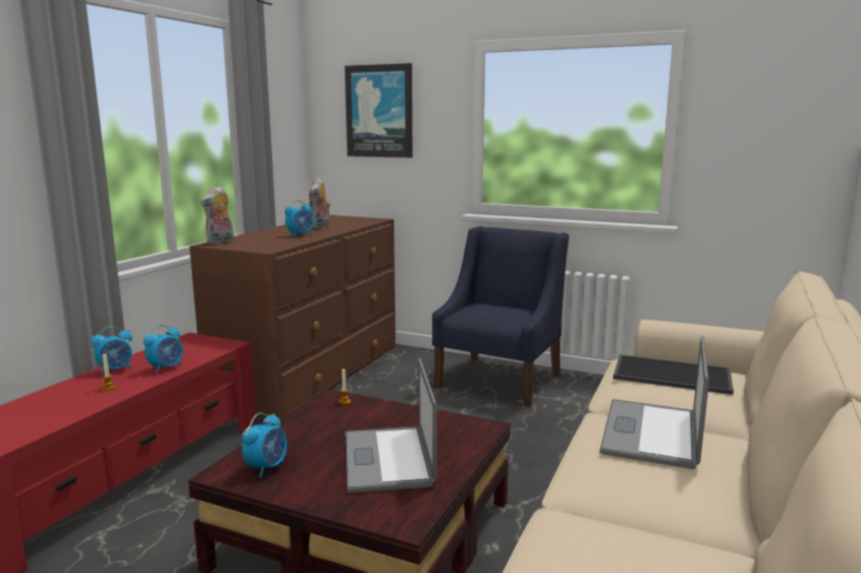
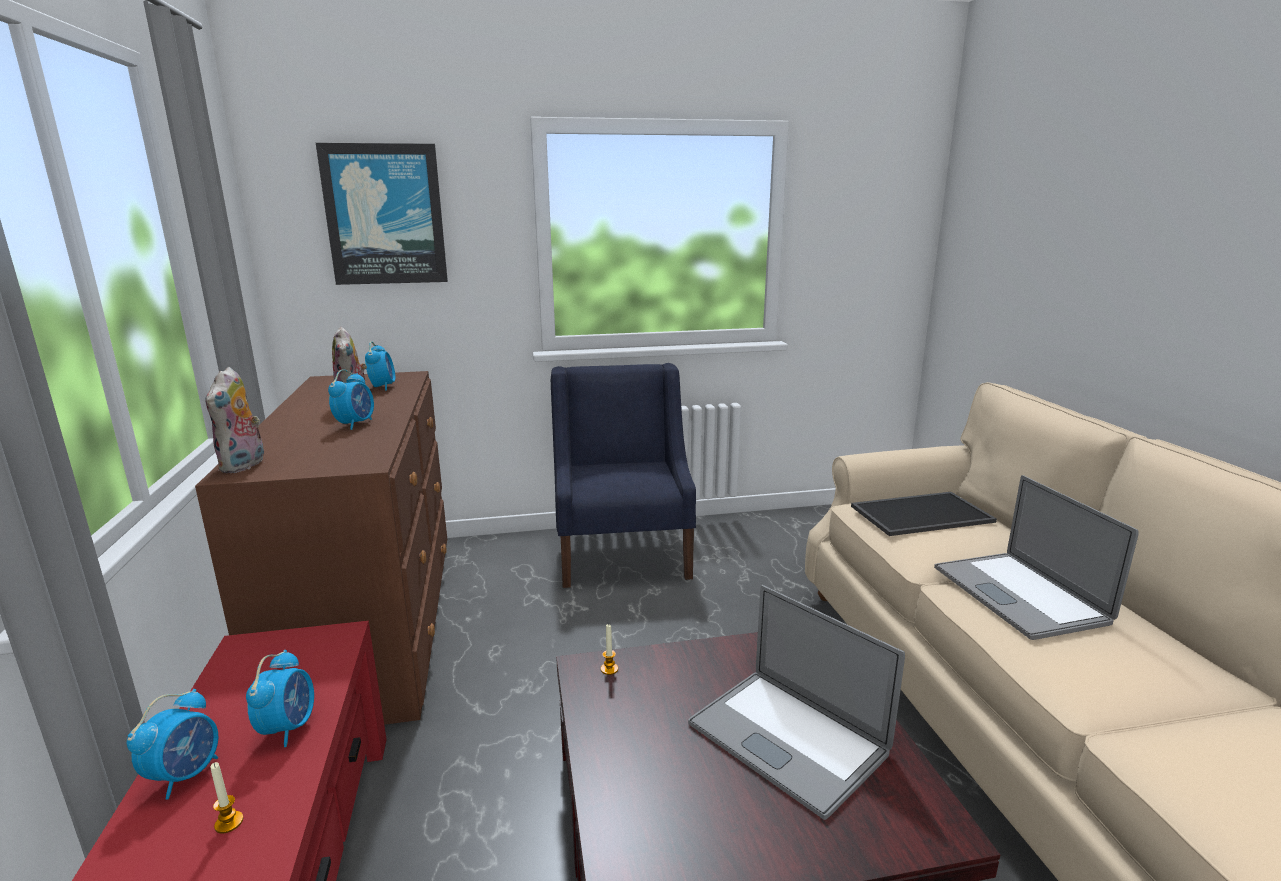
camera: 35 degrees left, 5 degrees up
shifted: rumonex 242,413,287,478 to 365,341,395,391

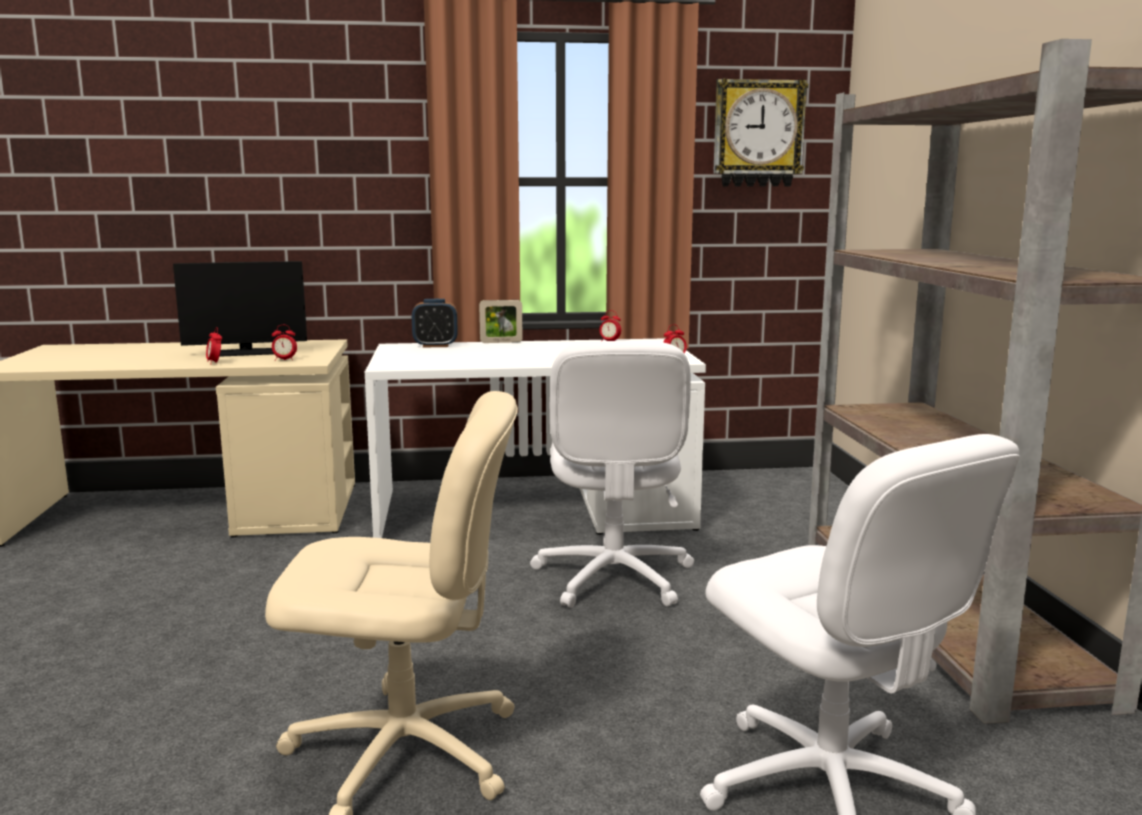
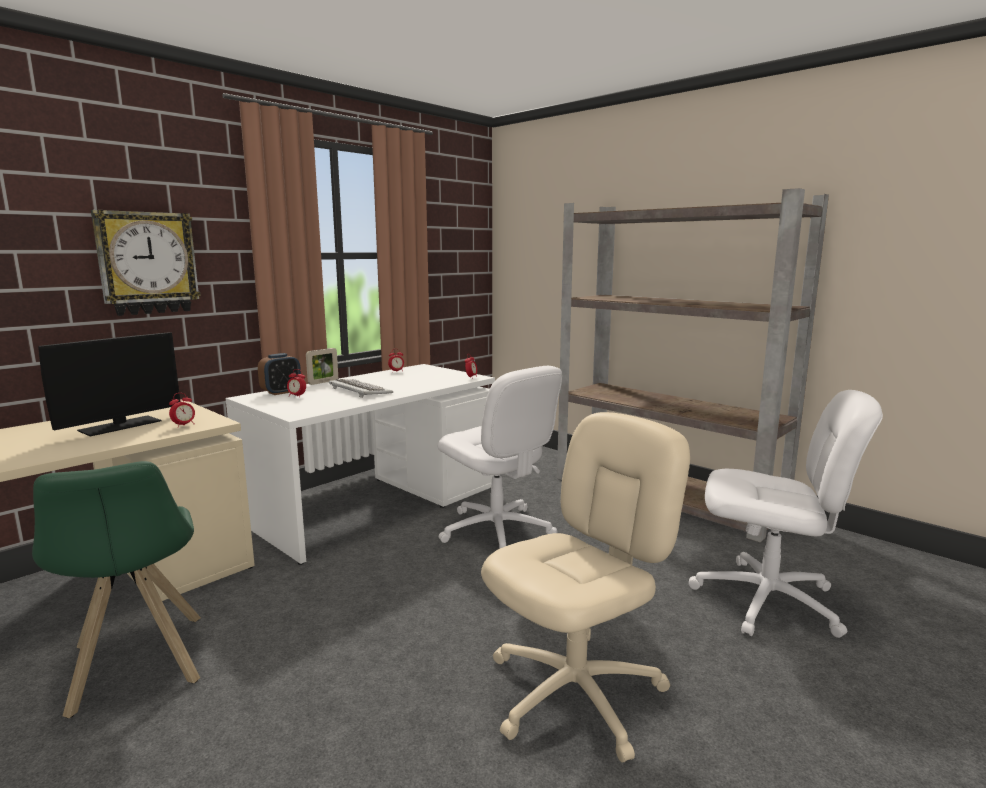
camera: 40 degrees left, 0 degrees up
new: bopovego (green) 32,461,201,718; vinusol 329,379,393,398
shifted: rumonex 206,327,222,362 to 287,369,306,398; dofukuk 713,78,808,187 to 91,210,201,316

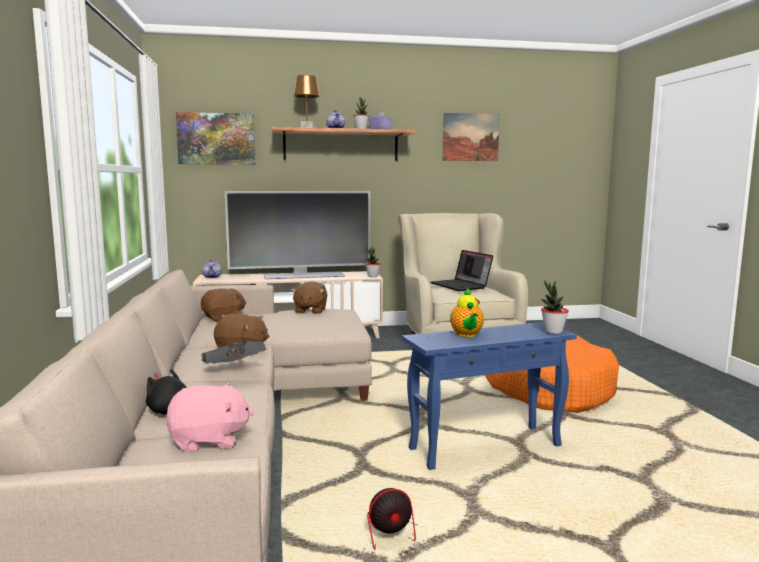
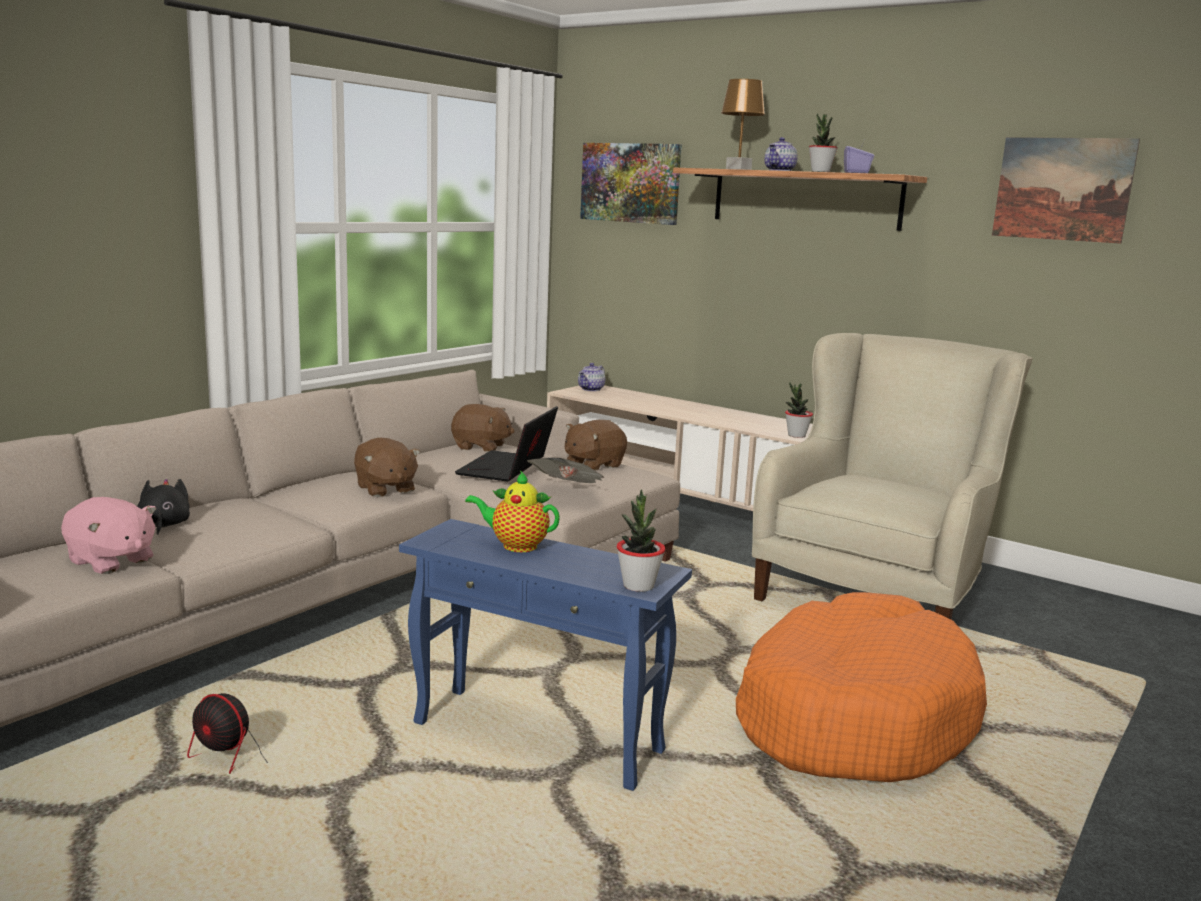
camera: 45 degrees right, 5 degrees up
gone: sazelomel 225,191,370,279
shifted: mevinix 201,341,266,364 to 527,458,604,483; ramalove 430,250,493,291 to 455,406,558,481
rotated: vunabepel 450,288,484,337 = 465,471,560,552 60 degrees clockwise

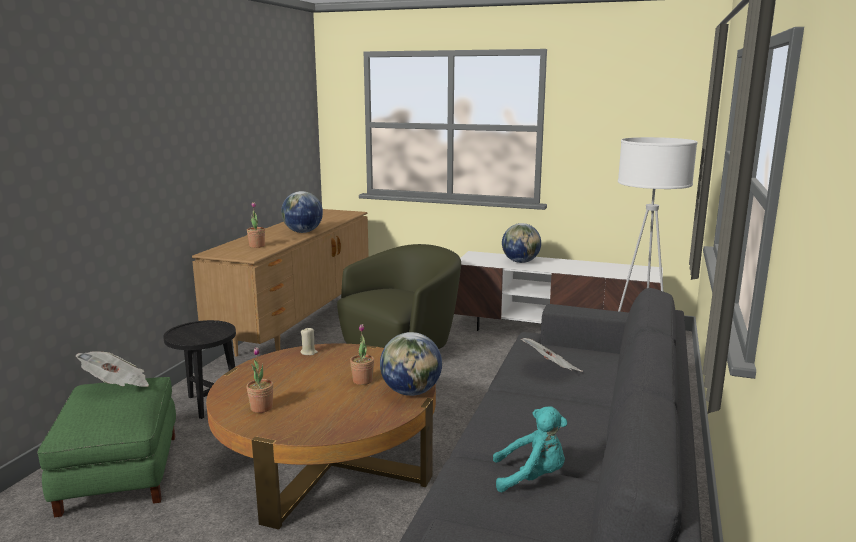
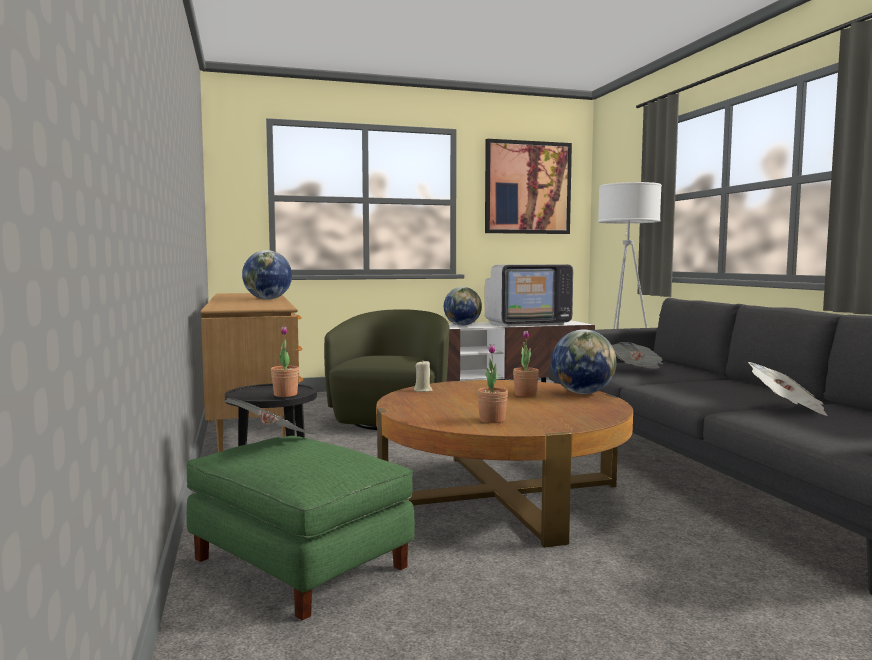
camera: 35 degrees left, 10 degrees down
new: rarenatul 485,139,572,234; sazelomel 485,264,573,327
shifted: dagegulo 247,202,265,248 to 271,327,299,397
swapped: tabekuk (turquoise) 493,406,567,492 to mevinix 748,362,827,416

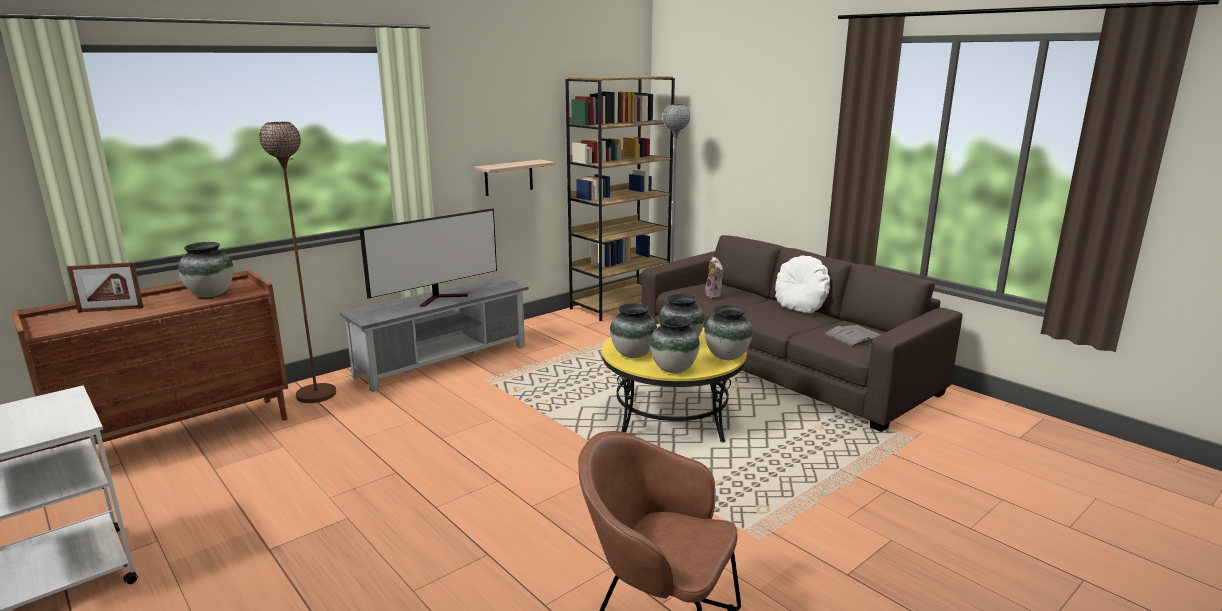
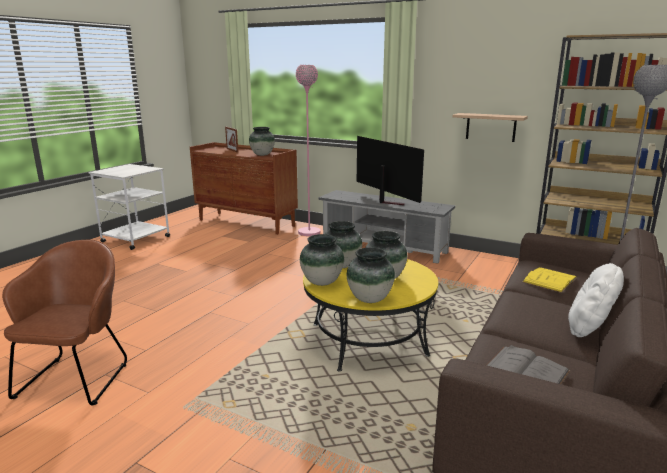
camera: 70 degrees right, 0 degrees up
swapped: tabekuk 705,257,723,298 to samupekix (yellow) 523,267,577,293
repainted: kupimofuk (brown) 259,122,336,403 to kupimofuk (pink) 296,65,321,236
rotated: sazelomel 359,208,497,307 = 357,136,424,205 150 degrees counterclockwise

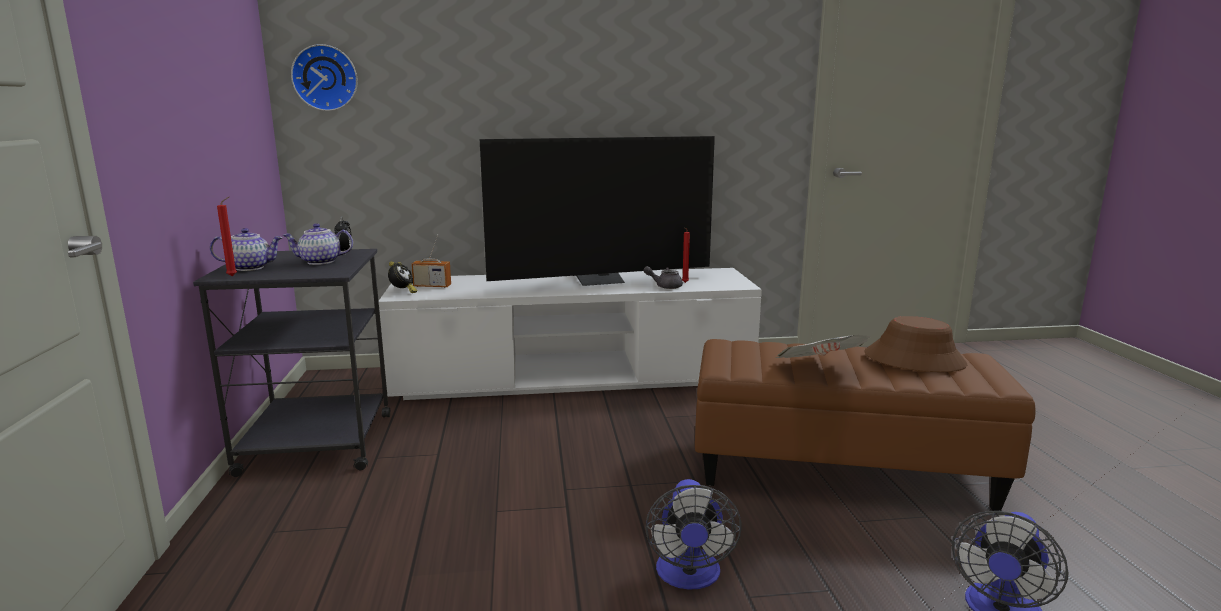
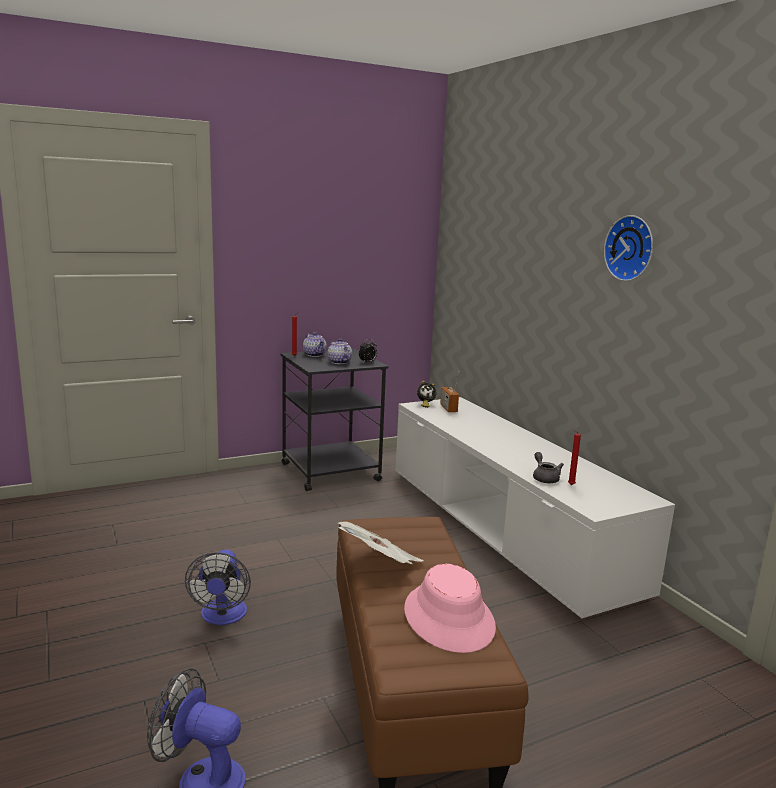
camera: 70 degrees right, 0 degrees up
gone: sazelomel 480,136,715,286
shifted: dofukuk 291,44,358,111 to 604,215,653,281
repainted: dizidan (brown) 864,316,968,372 to dizidan (pink) 404,564,496,653
rotated: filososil 645,479,742,590 = 185,550,251,625 75 degrees counterclockwise

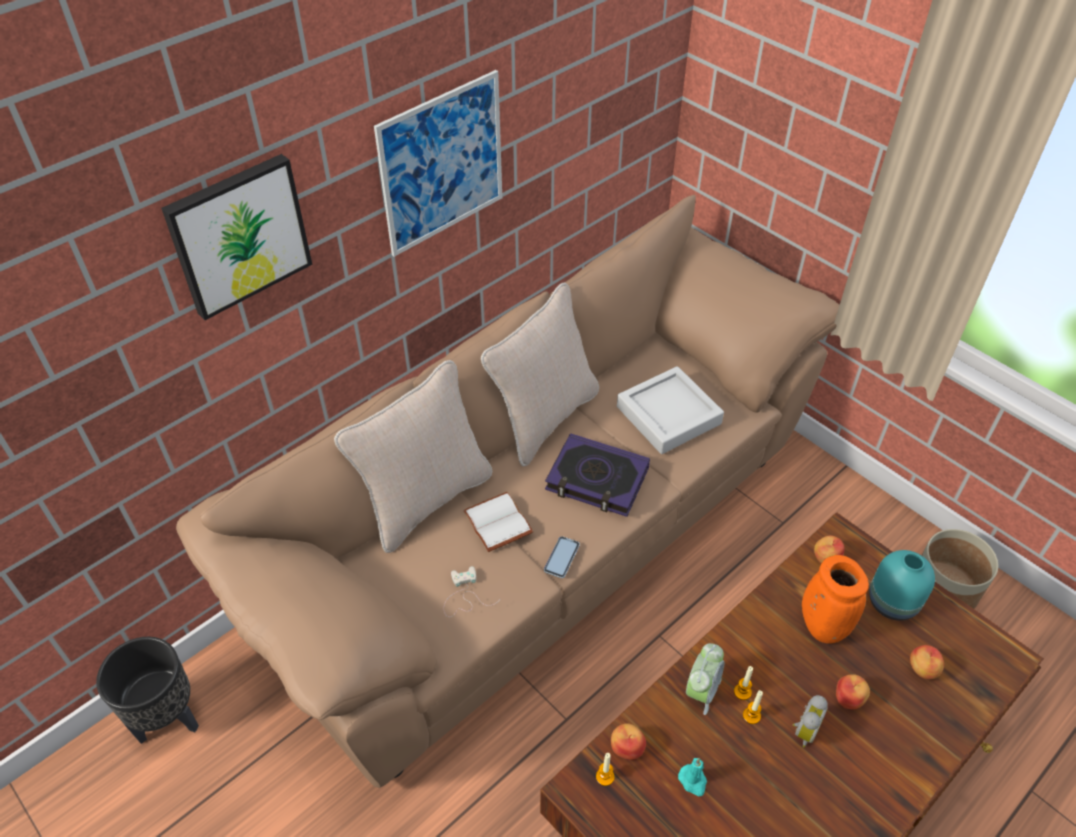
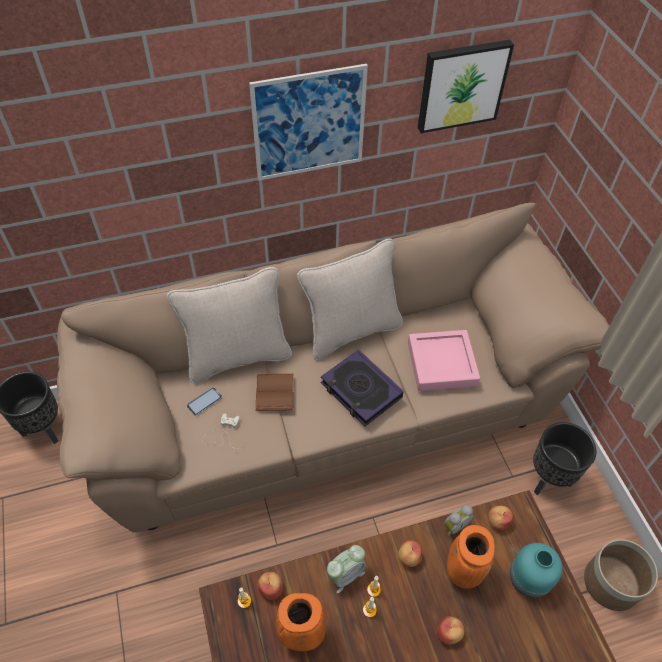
camera: 25 degrees right, 5 degrees up
new: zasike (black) 533,422,597,495
shifted: rarenatul 161,154,312,320 to 418,40,514,133; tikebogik 544,536,580,578 to 187,387,222,416; rumonex 793,695,828,747 to 444,505,474,536; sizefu 910,645,944,679 to 398,540,422,567
swapped: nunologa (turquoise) 678,758,707,796 to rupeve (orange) 275,593,326,651
repainted: samupekix (white) 463,492,533,552 to samupekix (brown) 256,374,294,411; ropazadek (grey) 617,366,724,454 to ropazadek (pink) 408,330,480,391

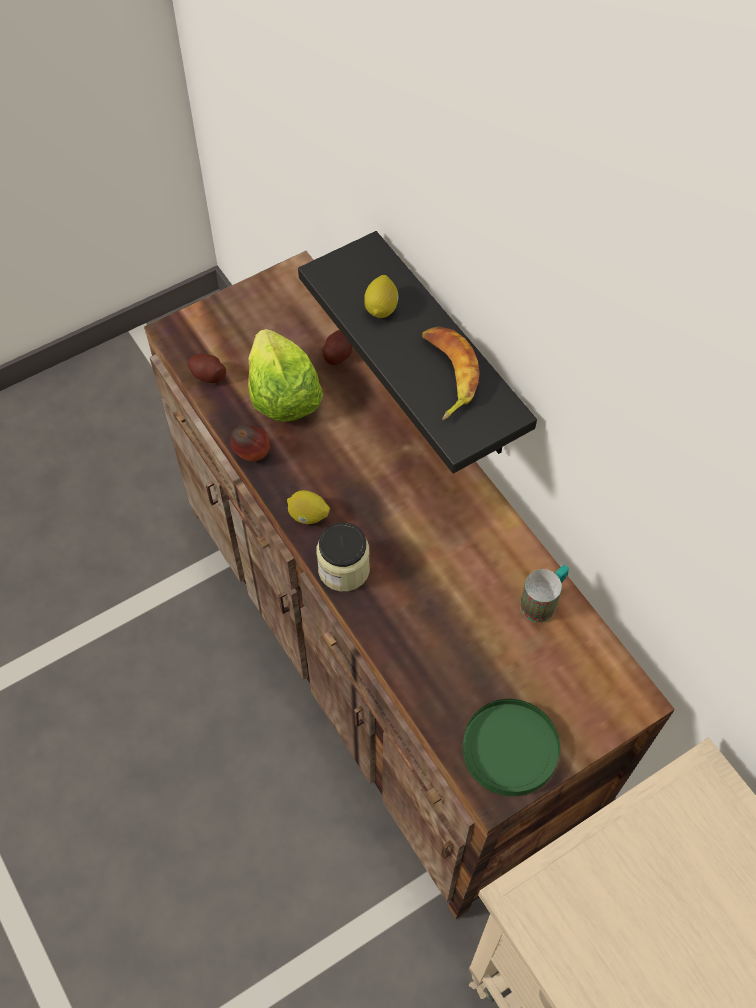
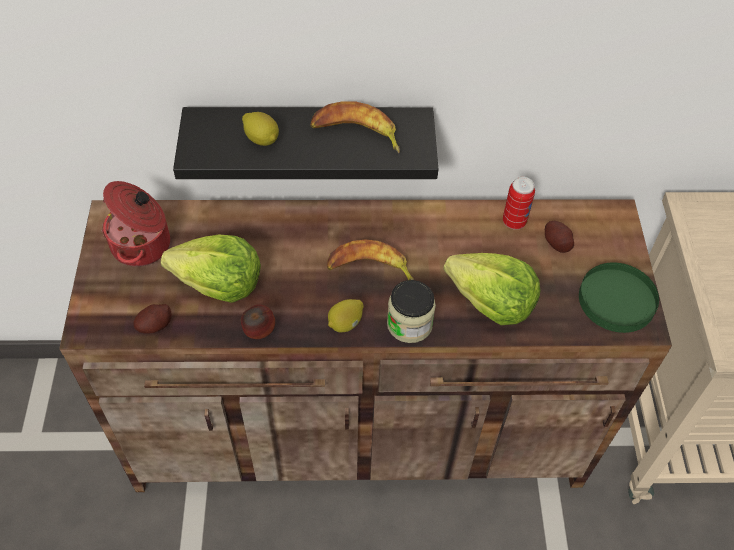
camera: 60 degrees left, 5 degrees down
new: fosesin 102,181,170,267; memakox 327,239,414,280; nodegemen 443,253,540,325
shifted: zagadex 322,330,352,365 to 545,221,574,253
swapped: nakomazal 520,565,569,622 to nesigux 503,177,535,230

